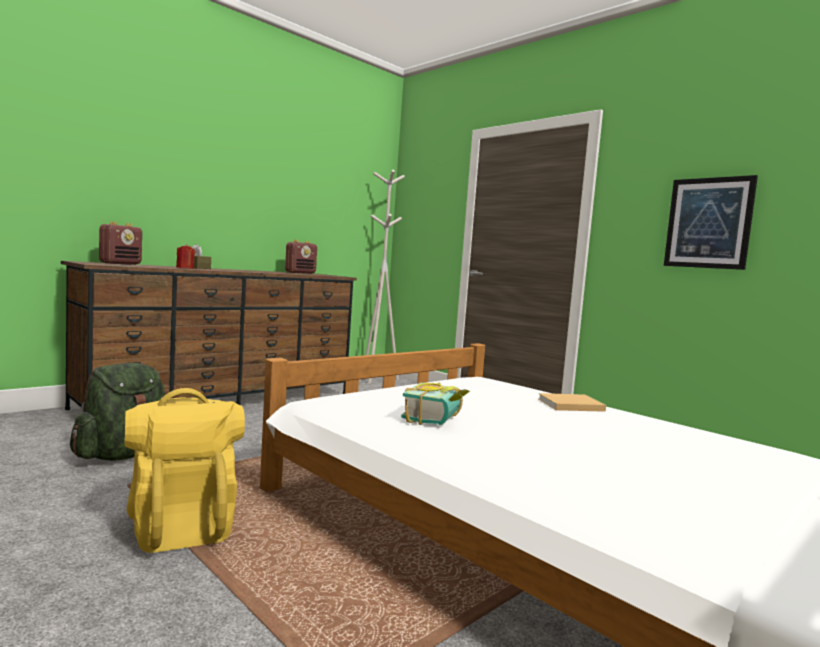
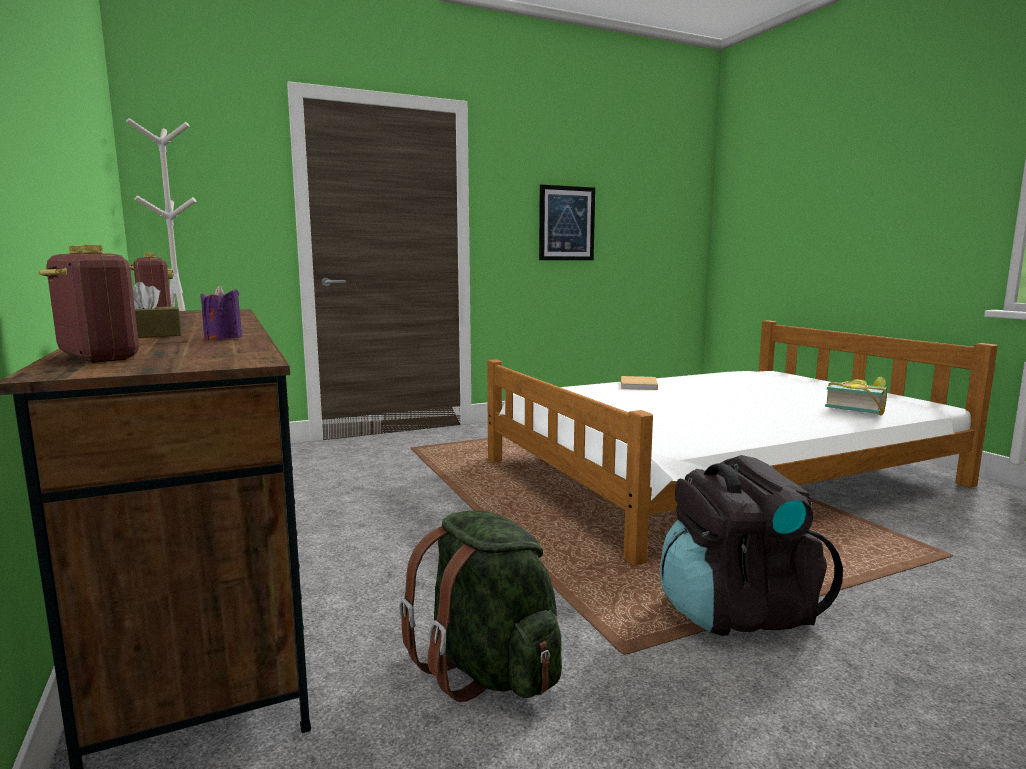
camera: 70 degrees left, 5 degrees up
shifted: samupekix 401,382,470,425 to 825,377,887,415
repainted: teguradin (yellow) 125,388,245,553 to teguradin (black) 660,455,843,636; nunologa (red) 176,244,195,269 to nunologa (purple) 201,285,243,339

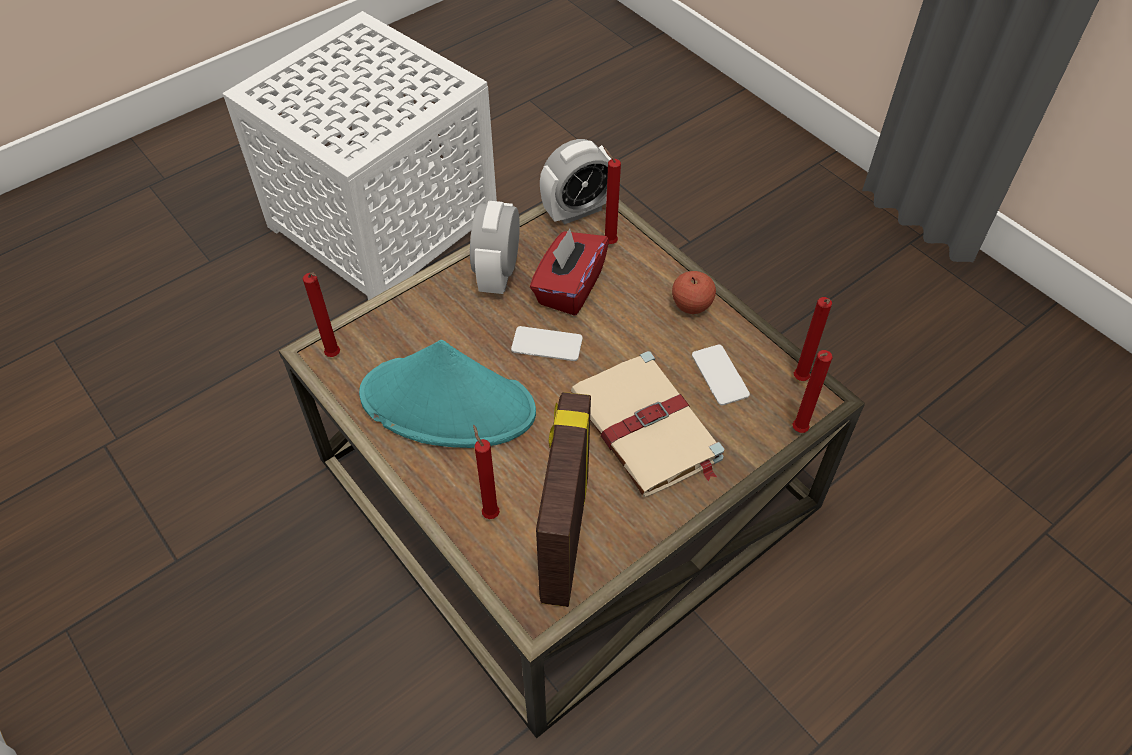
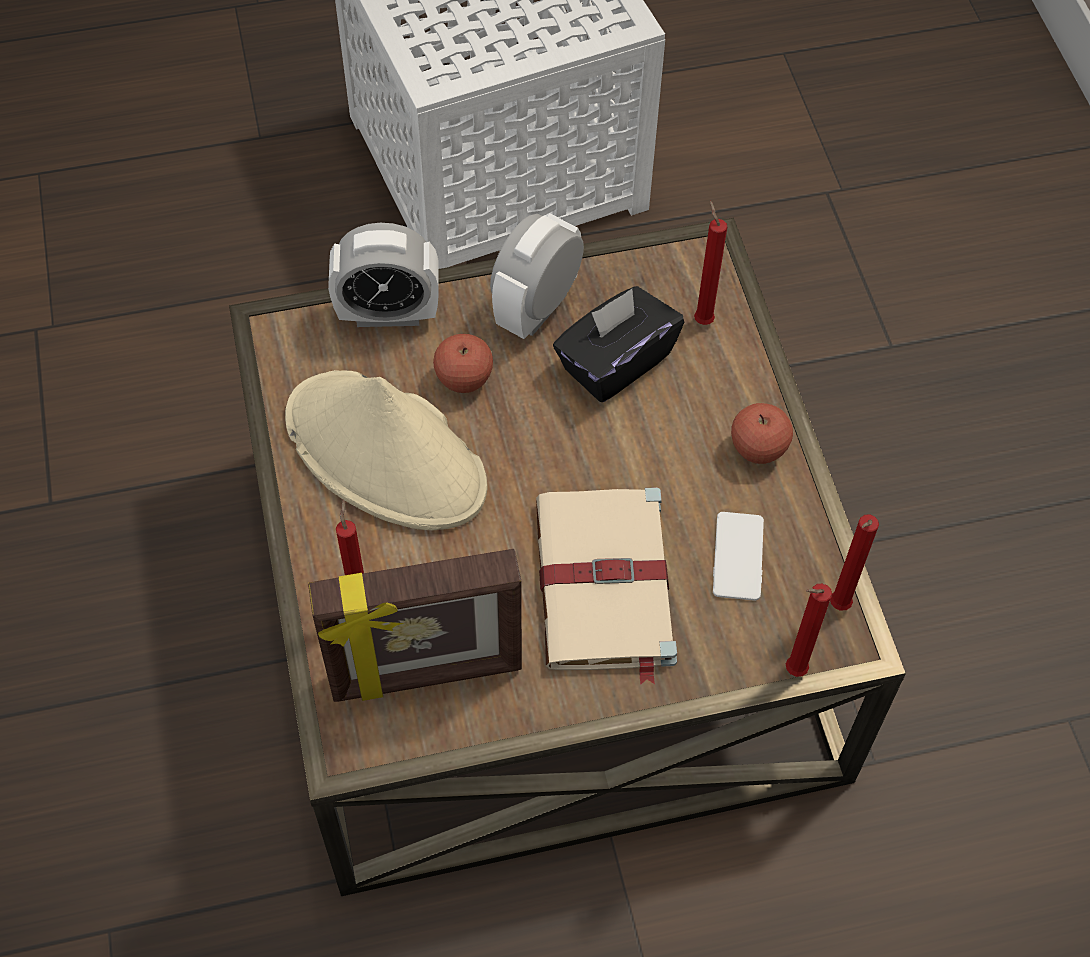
camera: 25 degrees right, 5 degrees up
gone: nunologa (red) 303,272,340,357; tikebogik 511,326,583,361
new: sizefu 433,334,493,393
shifted: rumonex 540,139,611,225 to 328,223,439,327
repainted: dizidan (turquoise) 359,340,536,448 to dizidan (beige) 285,370,487,530; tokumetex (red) 530,229,609,316 to tokumetex (black) 553,286,684,402
rotated: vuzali 536,392,591,607 = 308,549,522,702 135 degrees counterclockwise

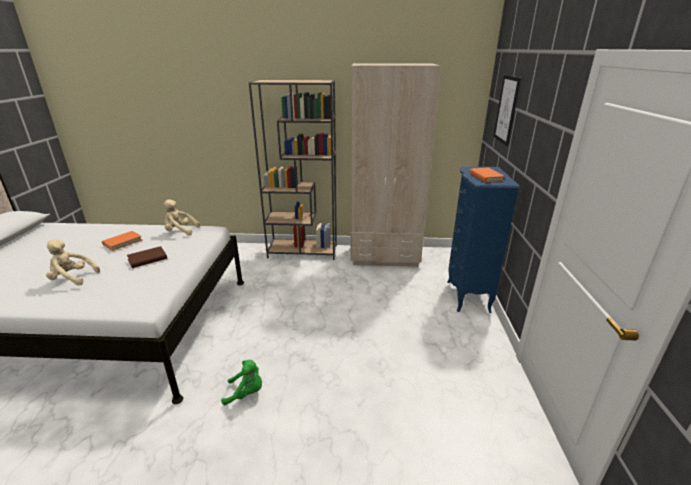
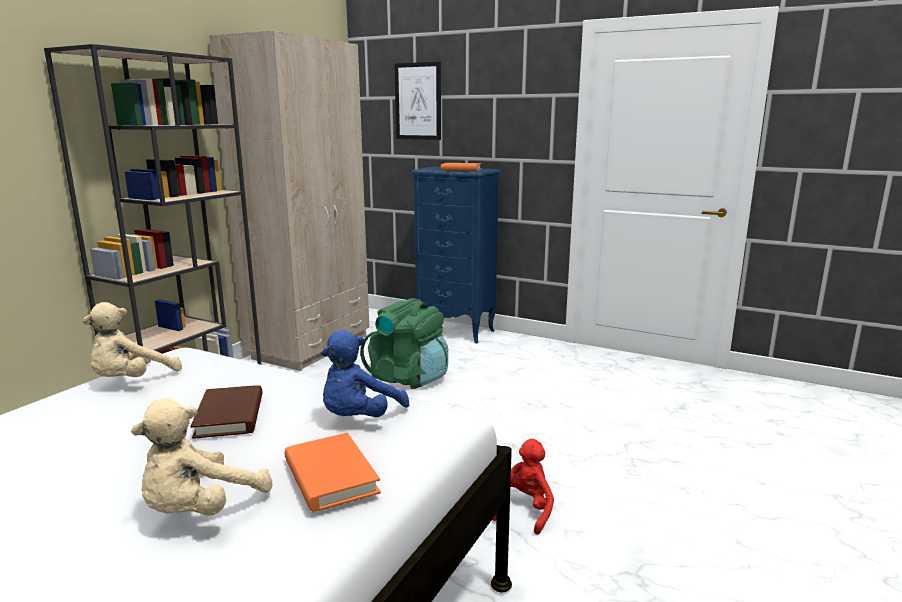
camera: 65 degrees left, 10 degrees down
new: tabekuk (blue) 322,330,409,417; teguradin (green) 360,298,448,389
shifted: samupekix (orange) 102,231,142,251 to 285,433,381,512
repainted: tabekuk (green) 221,360,262,405 to tabekuk (red) 492,438,554,535

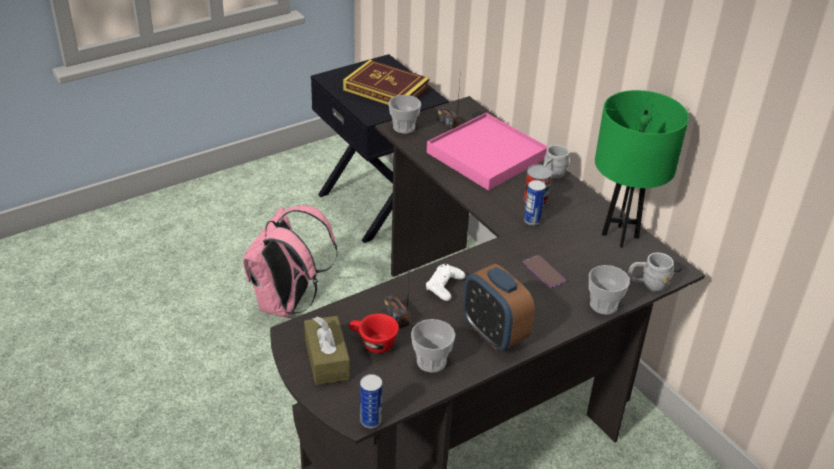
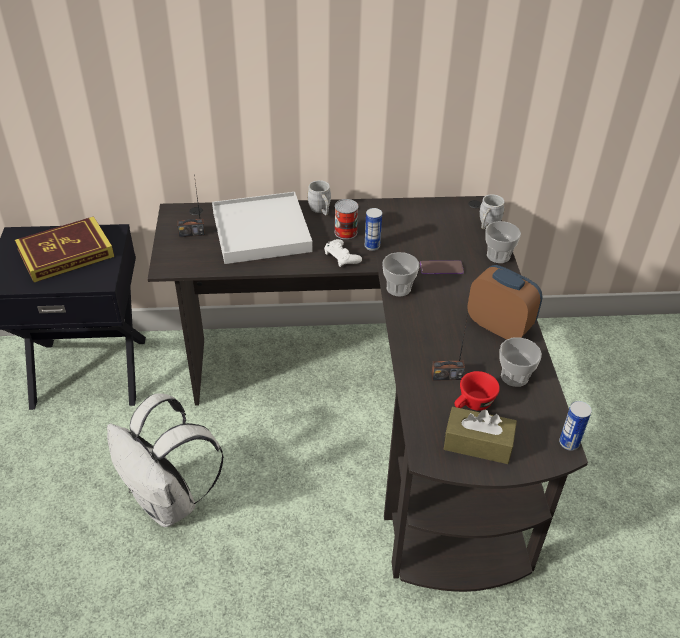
camera: 60 degrees left, 5 degrees up
gone: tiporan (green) 595,90,689,248
shifted: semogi 389,95,421,134 to 382,252,419,296; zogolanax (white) 426,264,465,301 to 324,239,362,267
repainted: teguradin (pink) 243,205,337,317 to teguradin (white) 107,393,224,527; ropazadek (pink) 427,113,548,190 to ropazadek (white) 212,192,313,264
rotated: rumonex 463,264,535,350 = 468,265,542,340 135 degrees counterclockwise

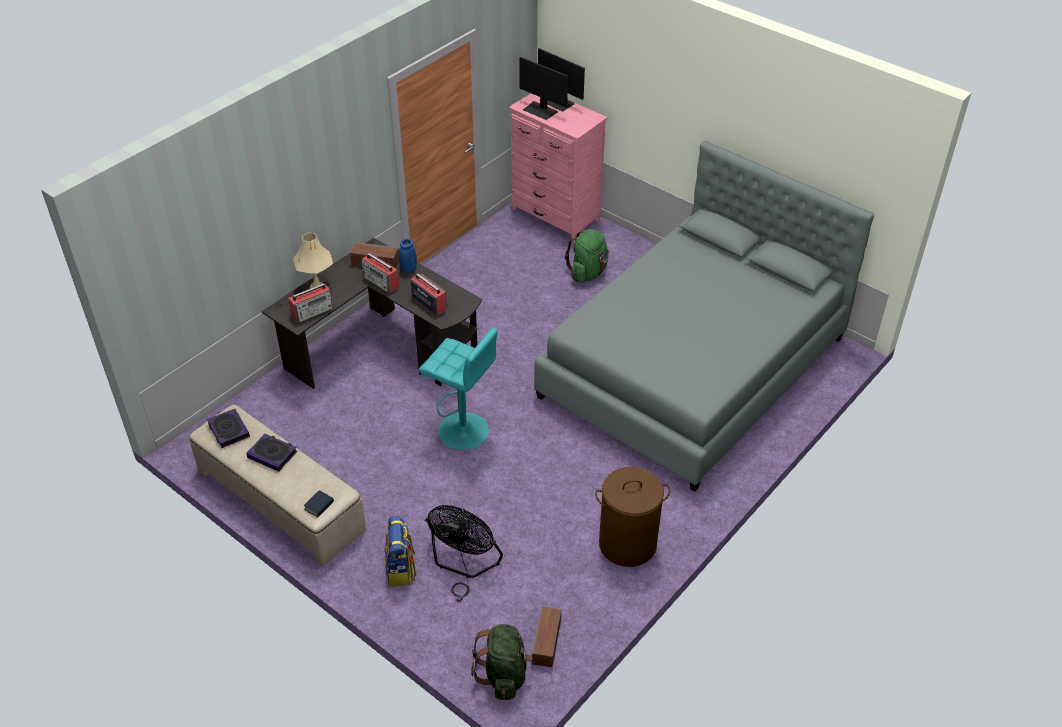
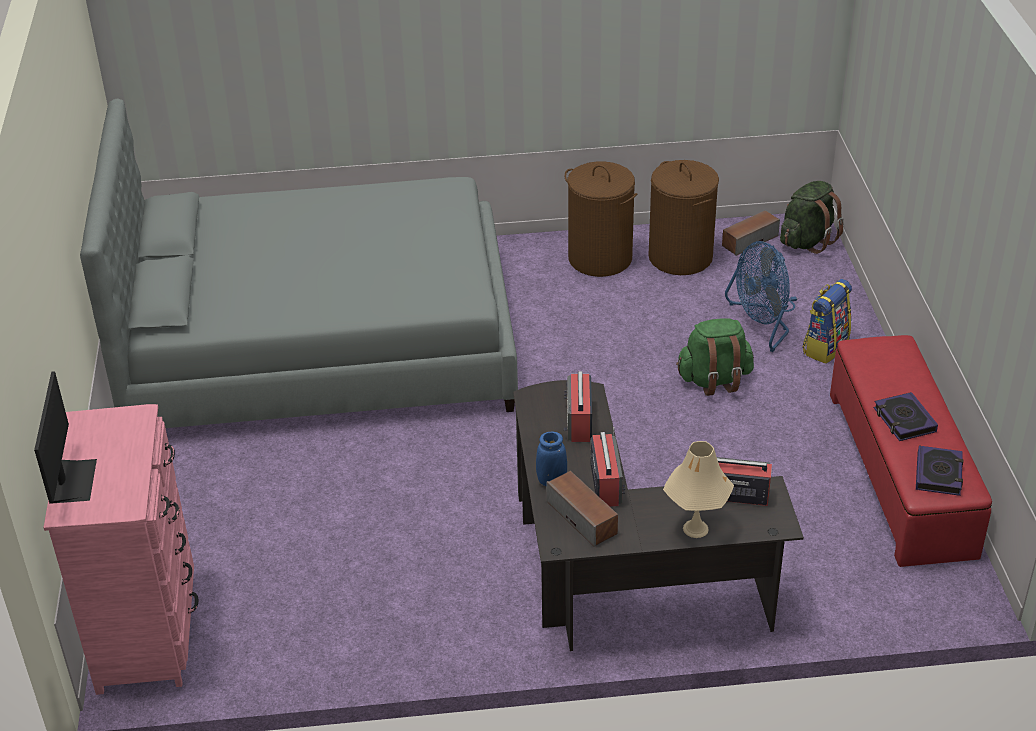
camera: 135 degrees left, 5 degrees down
gone: samupekix 304,490,334,517; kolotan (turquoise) 419,328,498,450; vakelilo 519,57,568,120
new: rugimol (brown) 649,160,719,275
shifted: teguradin (green) 565,229,609,283 to 676,318,754,396
repainted: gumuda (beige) 189,405,366,566 to gumuda (red) 830,335,992,567; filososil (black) 425,505,503,603 to filososil (blue) 725,241,798,352

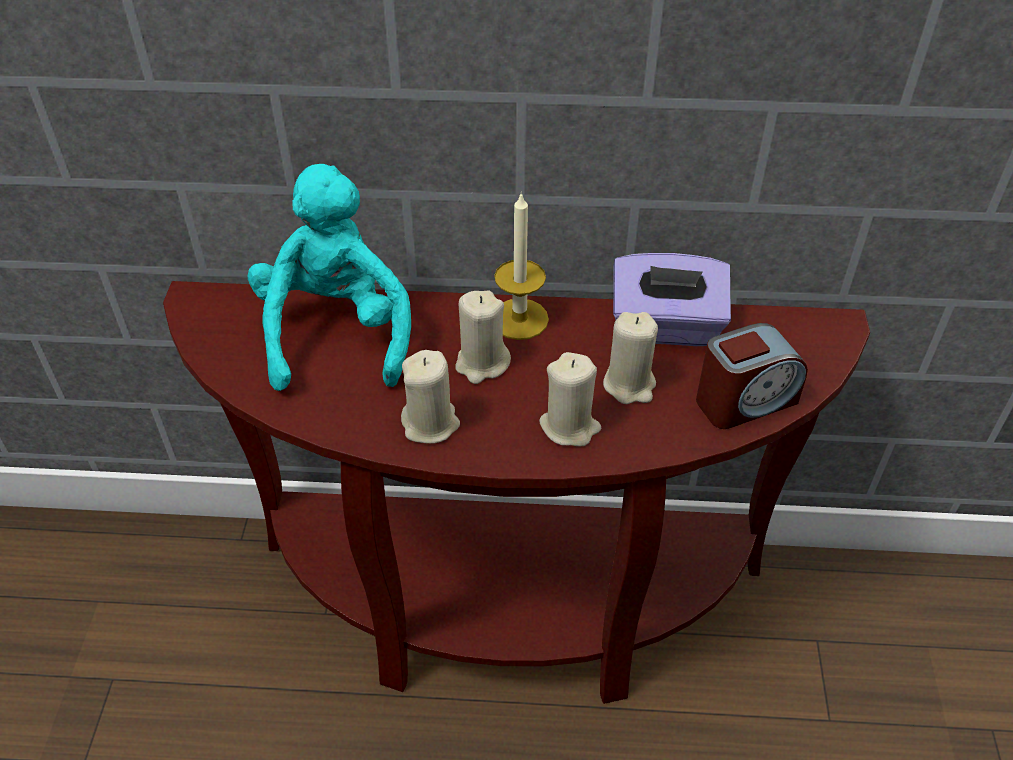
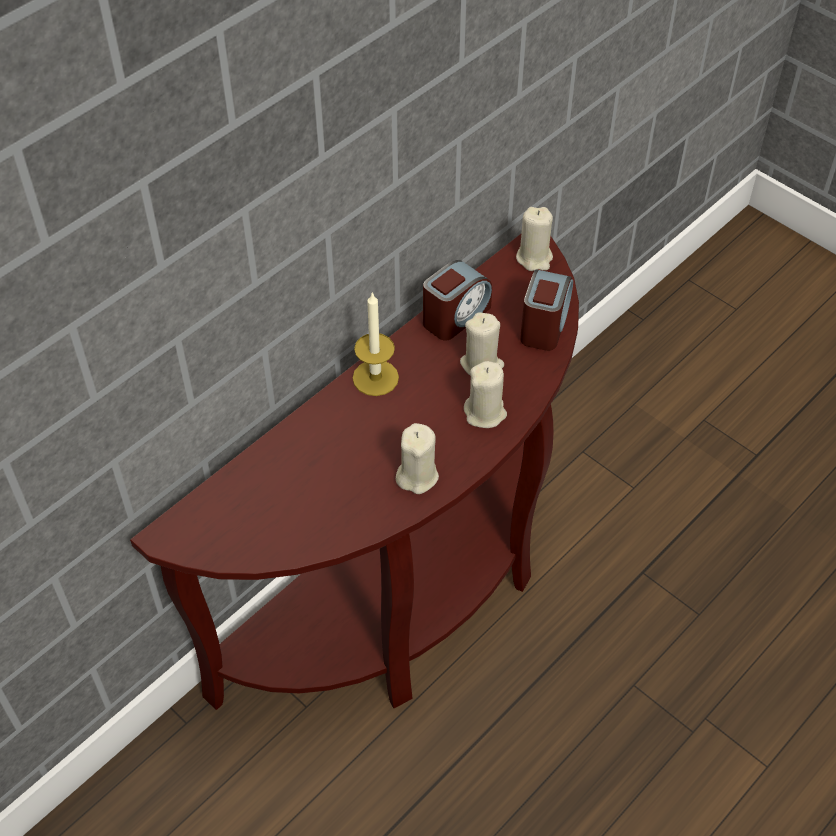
camera: 50 degrees left, 5 degrees up
gone: tabekuk (turquoise) 247,164,411,391
shifted: nunologa (beige) 455,291,511,384 to 516,207,553,271
swapped: tokumetex (purple) 613,253,731,346 to rumonex 423,260,492,341

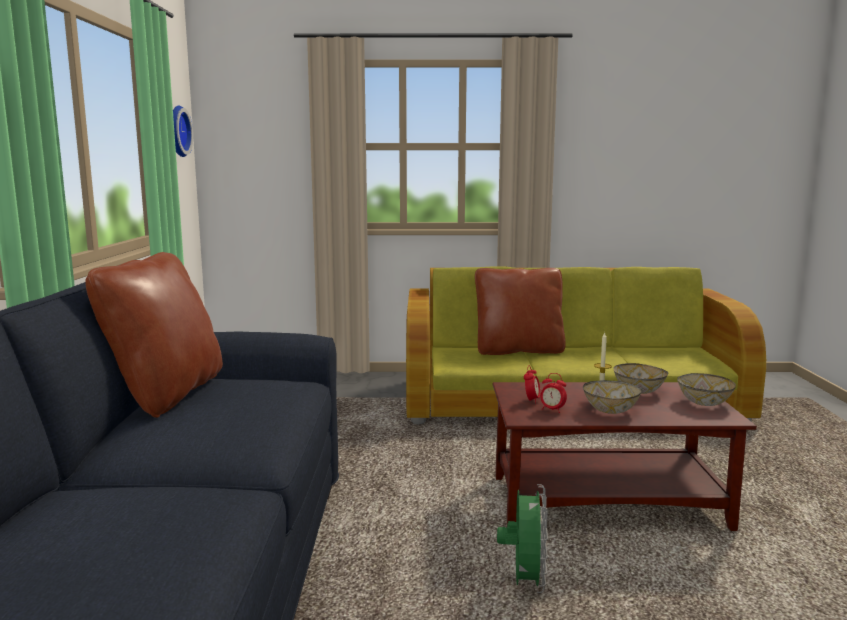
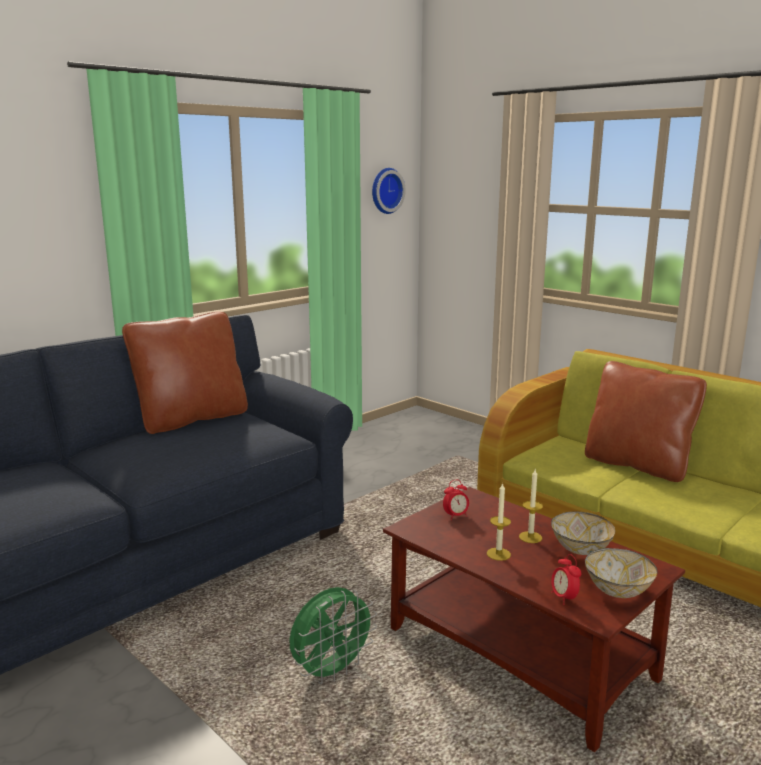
camera: 45 degrees right, 5 degrees up
shifted: rumonex 540,373,567,413 to 551,554,581,605
swapped: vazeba 583,380,642,414 to nunologa 487,482,511,561

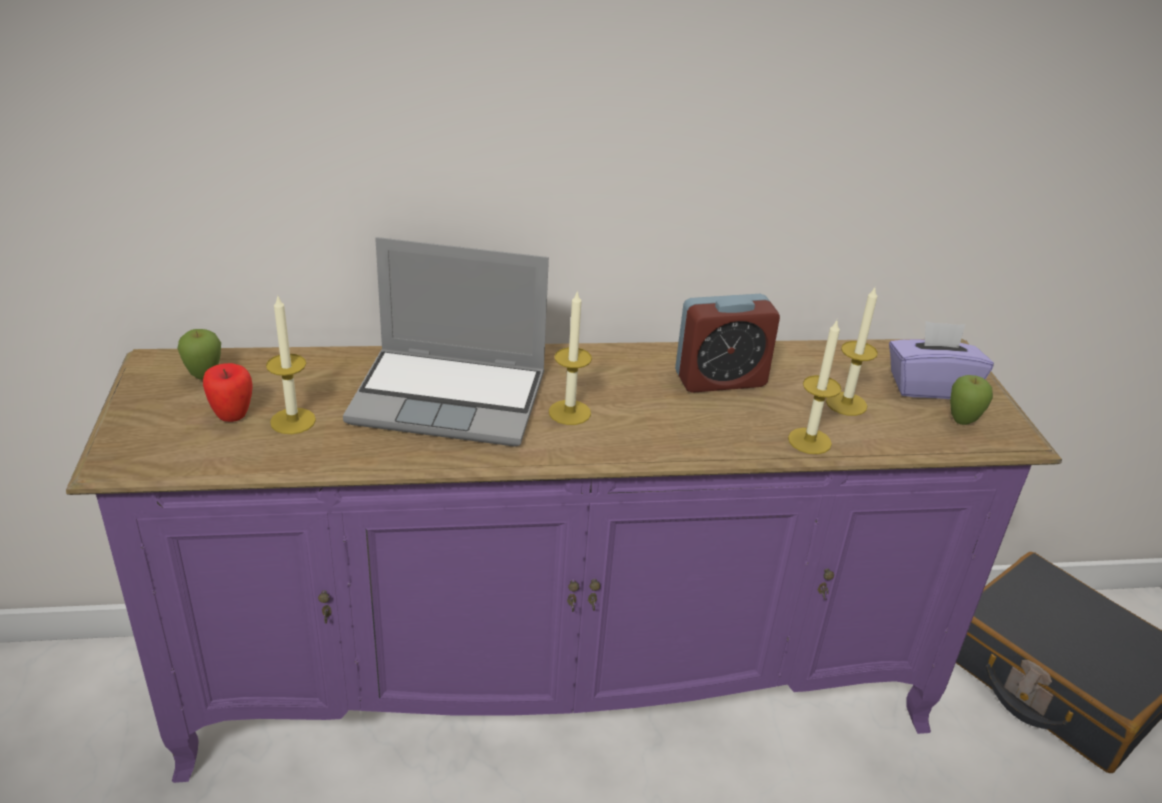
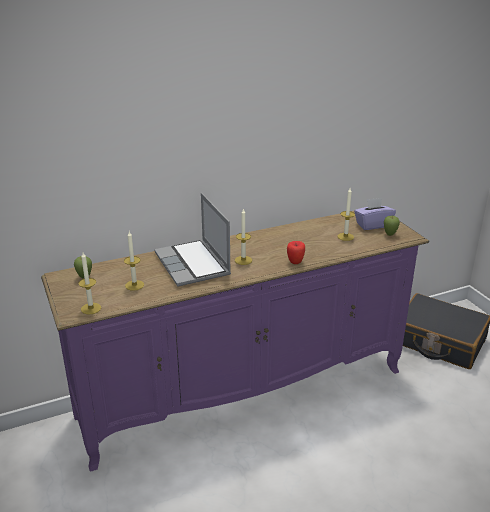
camera: 15 degrees left, 5 degrees down
gone: rumonex 675,294,780,393
shifted: sizefu 203,363,252,422 to 287,241,305,264; nunologa 788,321,841,454 to 79,253,101,315
rotated: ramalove 343,237,549,447 = 154,193,231,286 75 degrees clockwise

